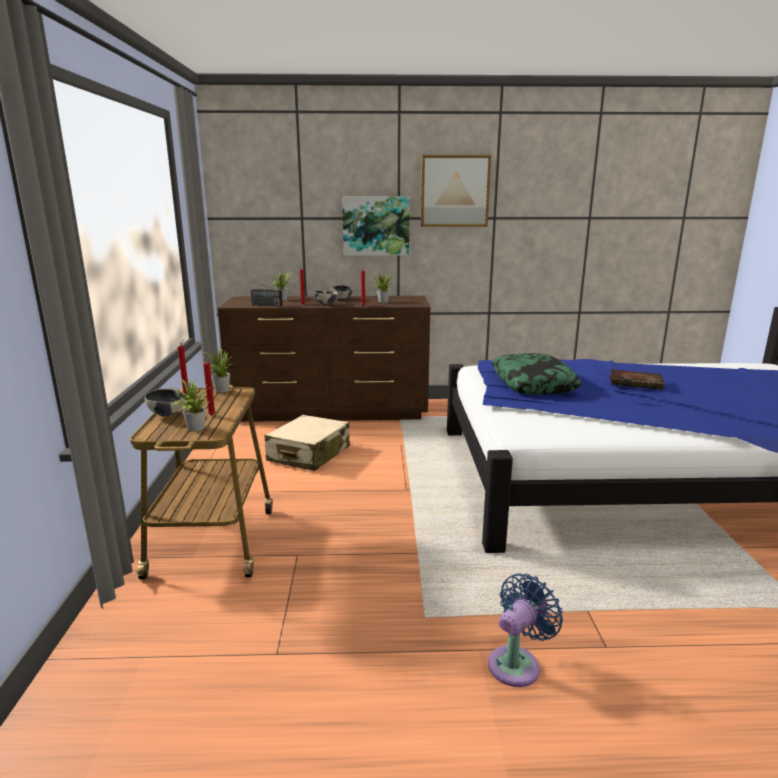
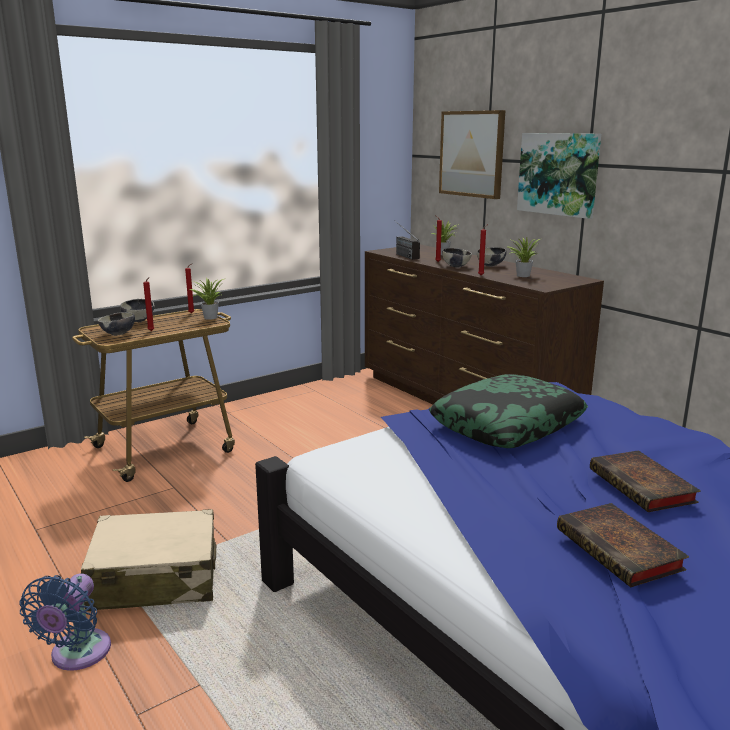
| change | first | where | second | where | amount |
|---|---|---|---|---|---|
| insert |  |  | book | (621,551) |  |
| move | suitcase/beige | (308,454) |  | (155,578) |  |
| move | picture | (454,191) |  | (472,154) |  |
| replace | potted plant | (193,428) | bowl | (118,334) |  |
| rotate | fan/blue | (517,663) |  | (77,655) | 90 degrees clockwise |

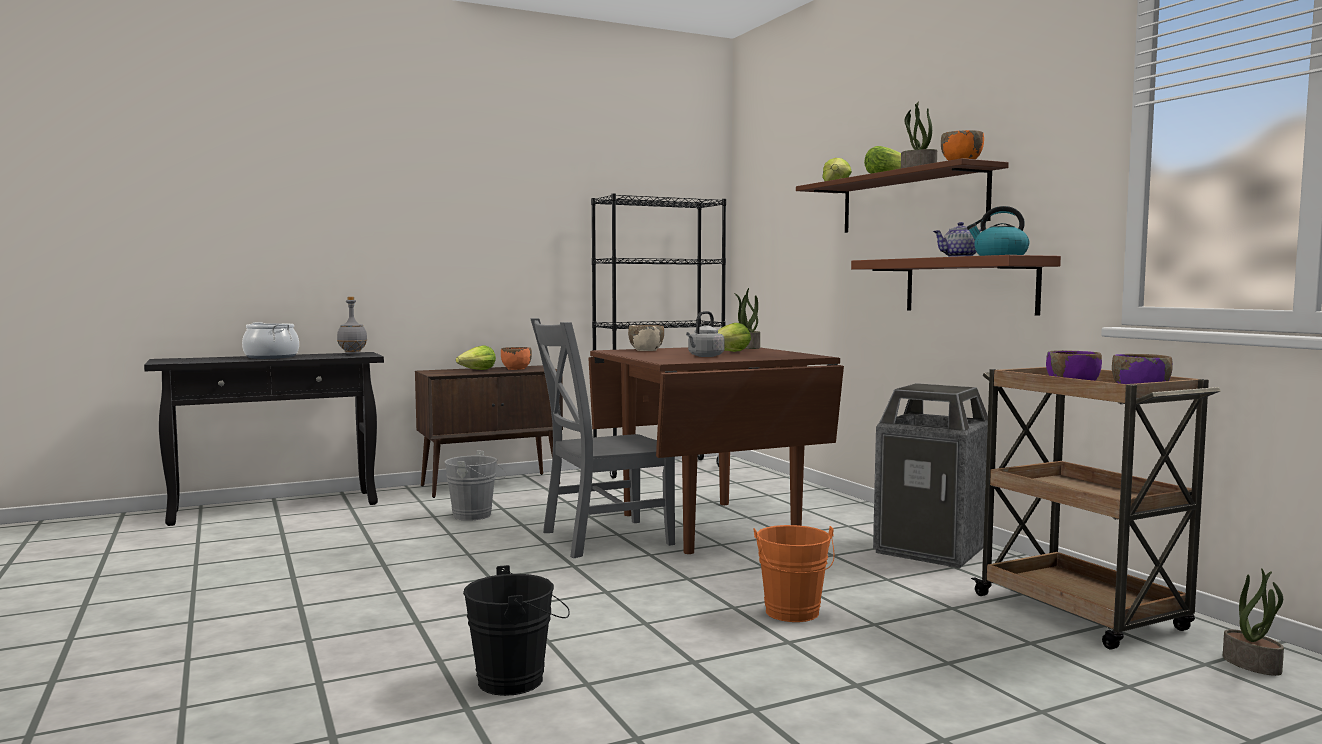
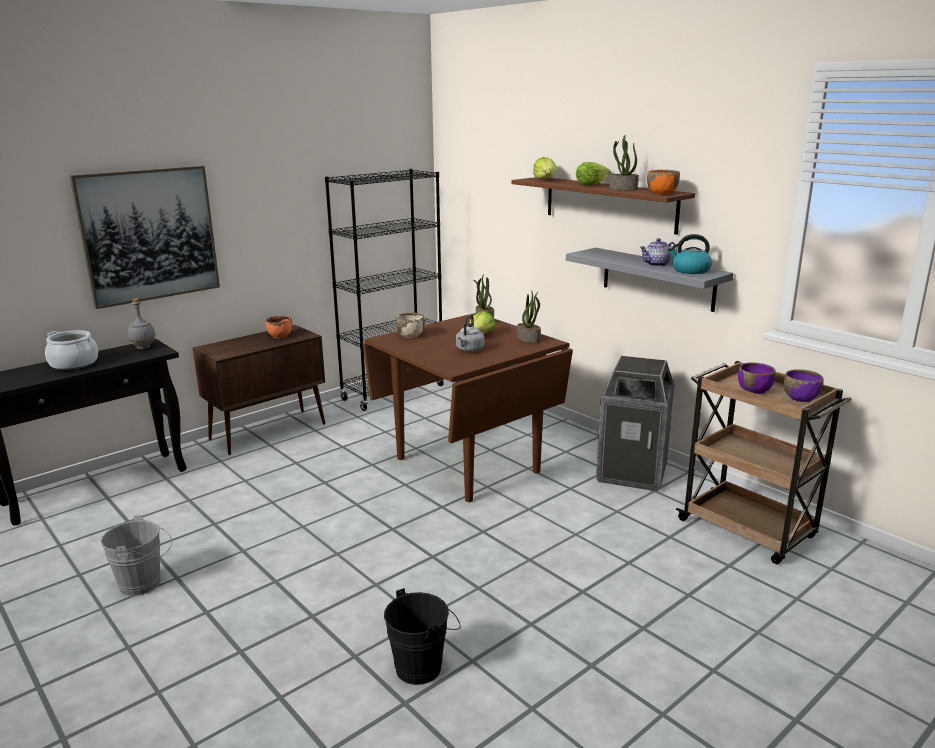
| change | first | where | second | where | amount |
|---|---|---|---|---|---|
| delete | lettuce | (477,370) |  |  |  |
| delete | chair/grey | (601,539) |  |  |  |
| delete | bucket/orange | (793,614) |  |  |  |
| insert |  |  | picture | (149,235) |  |
| move | bucket/grey | (476,515) |  | (145,584) |  |
| move | potted plant | (1253,665) |  | (529,339) |  |
| recolor | shelf/brown | (969,285) | shelf/grey | (657,279) |  |

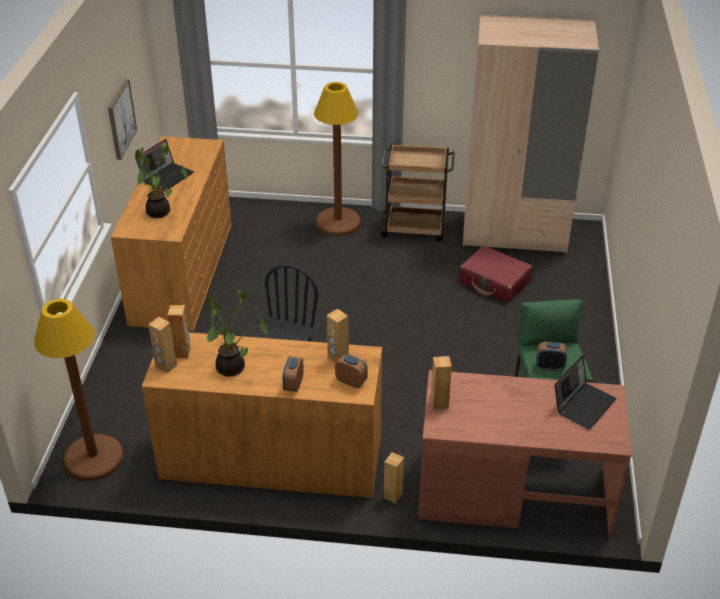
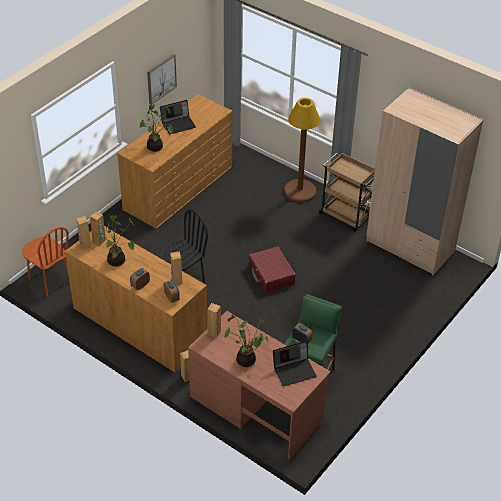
| change | first | where | second | where | amount |
|---|---|---|---|---|---|
| insert |  |  | potted plant | (246,359) |  |
| move | suitcase/red | (494,282) |  | (271,275) |  |
| replace | floor lamp/brown | (94,458) | chair/brown | (49,281) |  |

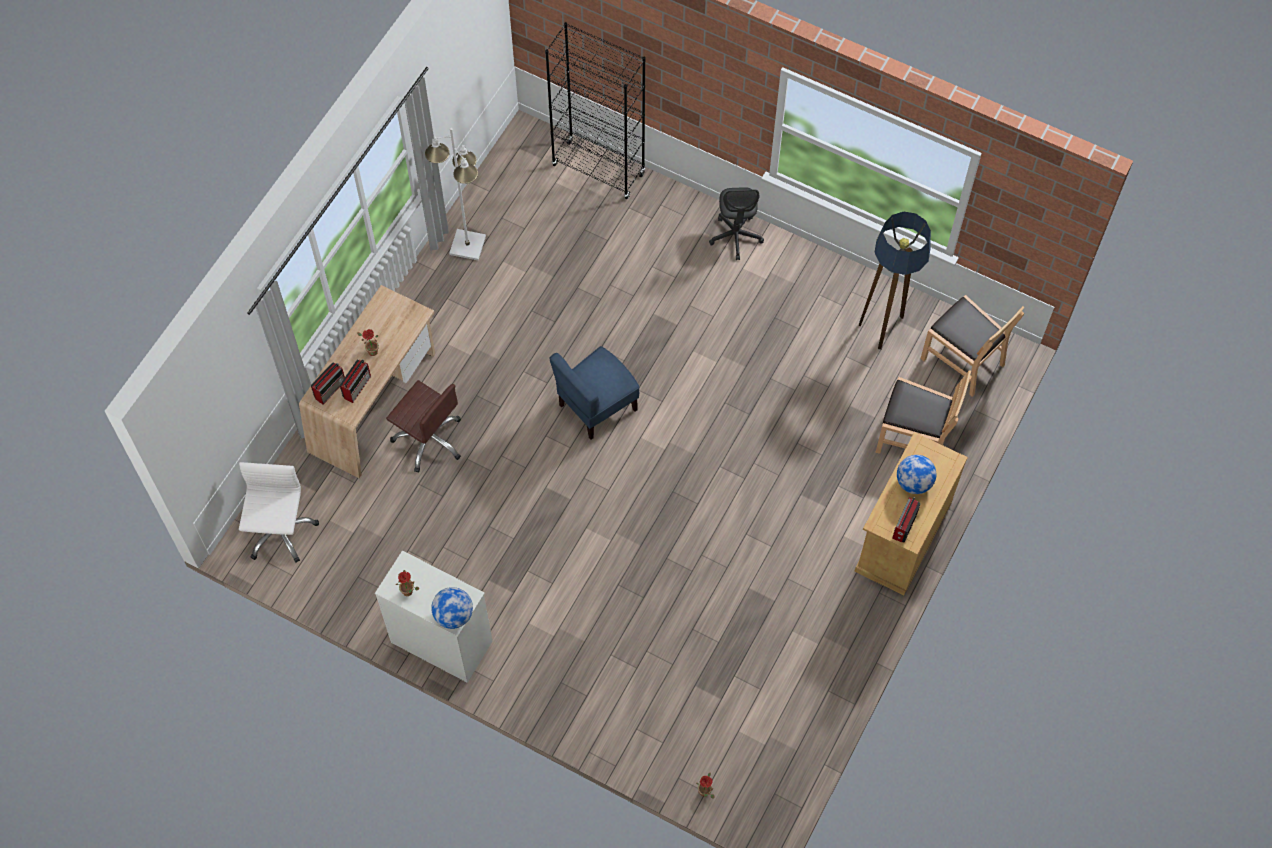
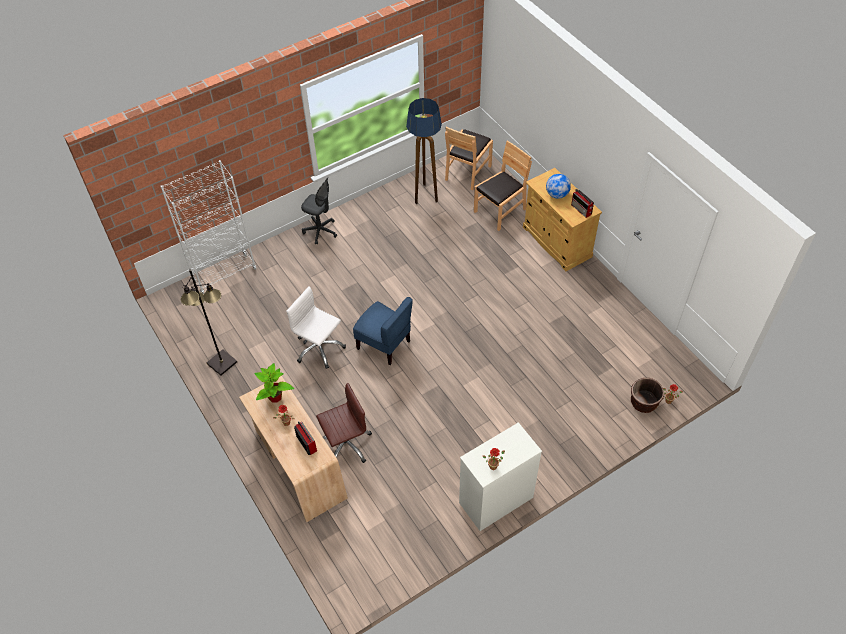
| change | first | where | second | where | amount |
|---|---|---|---|---|---|
| delete | radio | (330,389) |  |  |  |
| delete | globe | (454,615) |  |  |  |
| insert |  |  | potted plant | (275,397) |  |
| insert |  |  | planter/brown | (644,402) |  |
| move | office chair/white | (279,531) |  | (319,348) |  |
| recolor | floor lamp/white | (467,245) | floor lamp/black | (221,363) |  |
| recolor | bookcase/black | (598,170) | bookcase/white | (224,274) |  |
| rotate | chair/blue | (597,407) |  | (384,344) | 45 degrees counterclockwise |
| rotate | chair/brown | (963,360) |  | (467,172) | 135 degrees clockwise |

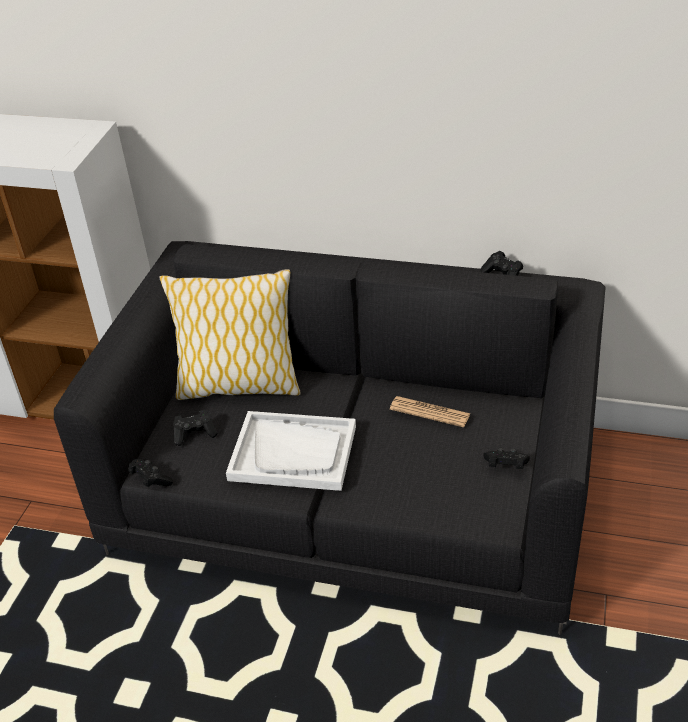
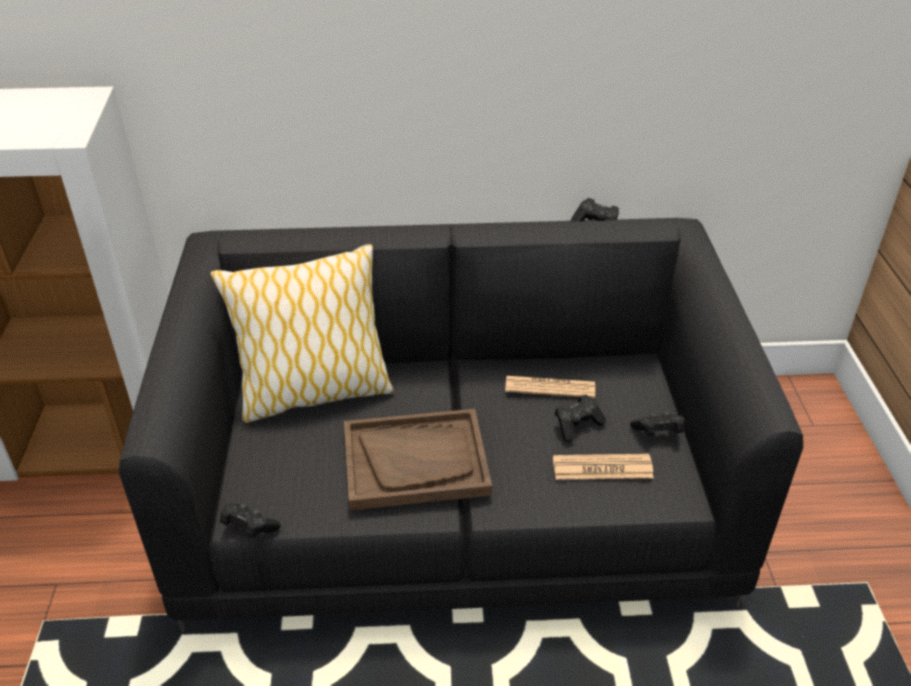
| change | first | where | second | where | amount |
|---|---|---|---|---|---|
| insert |  |  | newspaper | (602,468) |  |
| move | game controller/black | (195,434) |  | (577,425) |  |
| recolor | tray/white | (293,453) | tray/brown | (416,461) |  |

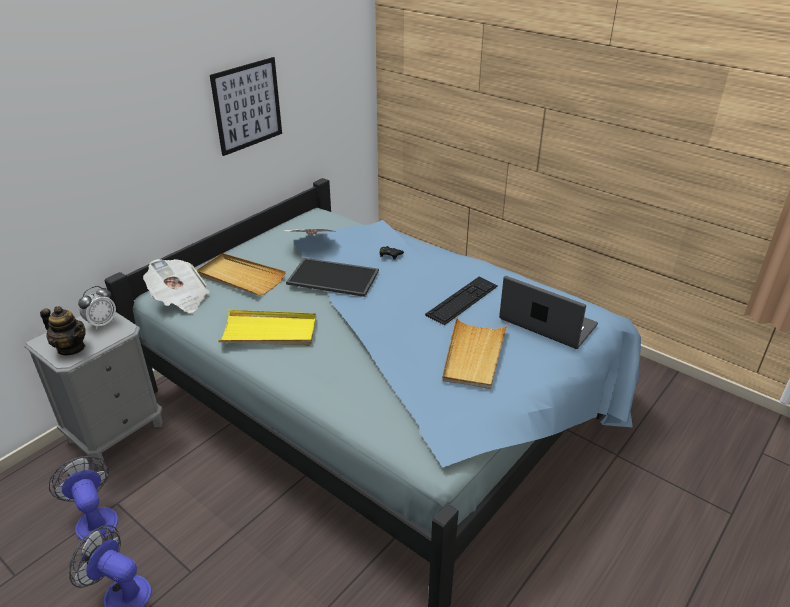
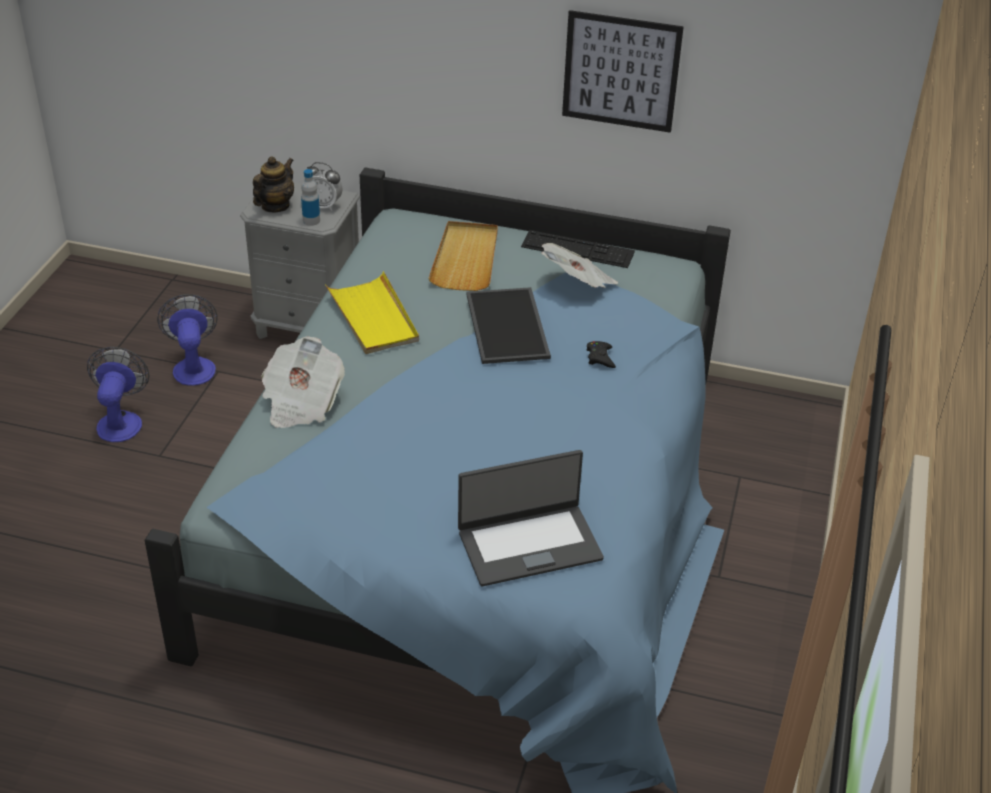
| change | first | where | second | where | amount |
|---|---|---|---|---|---|
| delete | tray/beige | (473,355) |  |  |  |
| insert |  |  | bottle | (311,220) |  |
| move | newspaper | (180,298) |  | (301,402) |  |
| move | keyboard | (462,300) |  | (577,249) |  |
| rotate | teapot | (71,348) |  | (275,206) | 150 degrees counterclockwise |
| rotate | fan | (95,519) |  | (193,366) | 45 degrees counterclockwise |
| rotate | laptop | (547,323) |  | (529,544) | 60 degrees clockwise |

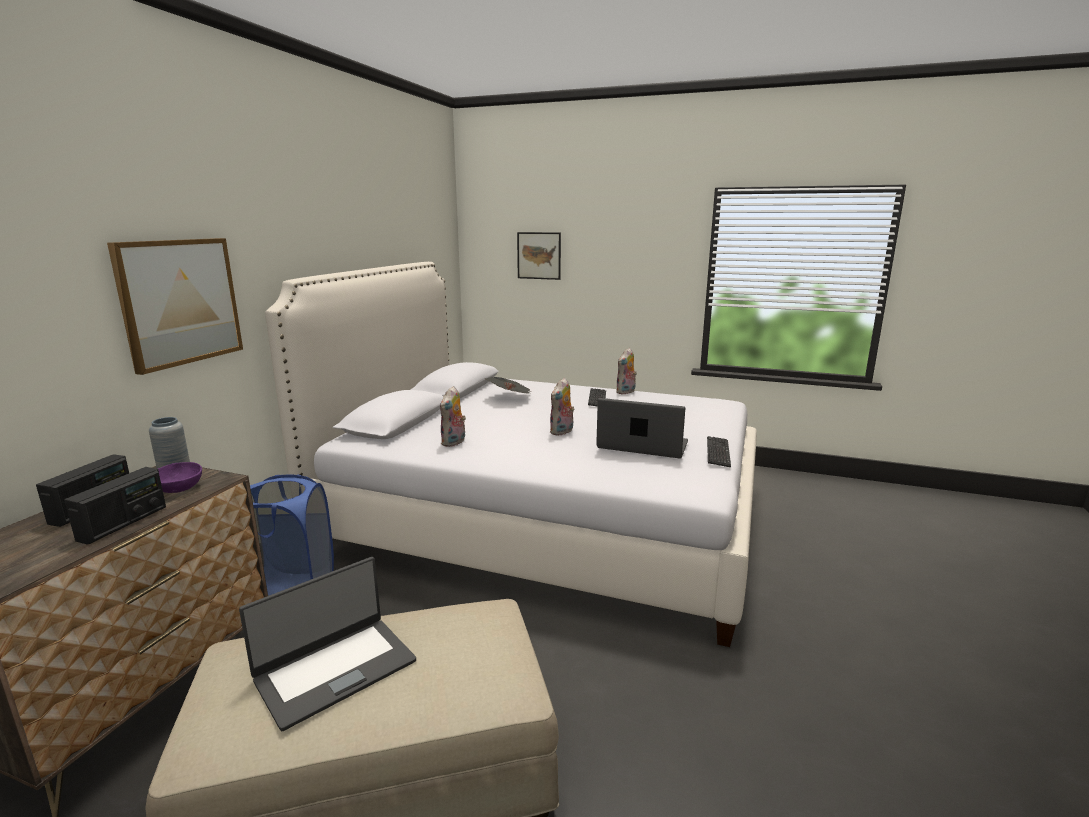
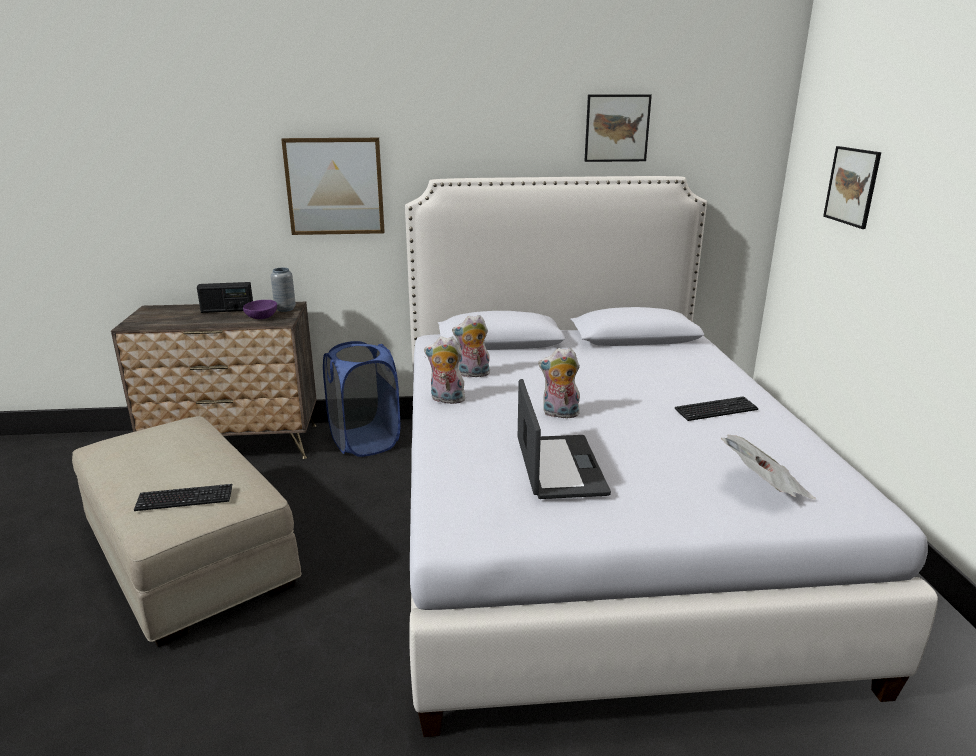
| change | first | where | second | where | amount |
|---|---|---|---|---|---|
| delete | radio | (123,523) |  |  |  |
| delete | laptop | (335,669) |  |  |  |
| insert |  |  | picture | (617,128) |  |
| move | newspaper | (510,398) |  | (764,488) |  |
| move | plush toy | (626,392) |  | (446,400) |  |
| move | keyboard | (718,453) |  | (185,499) |  |

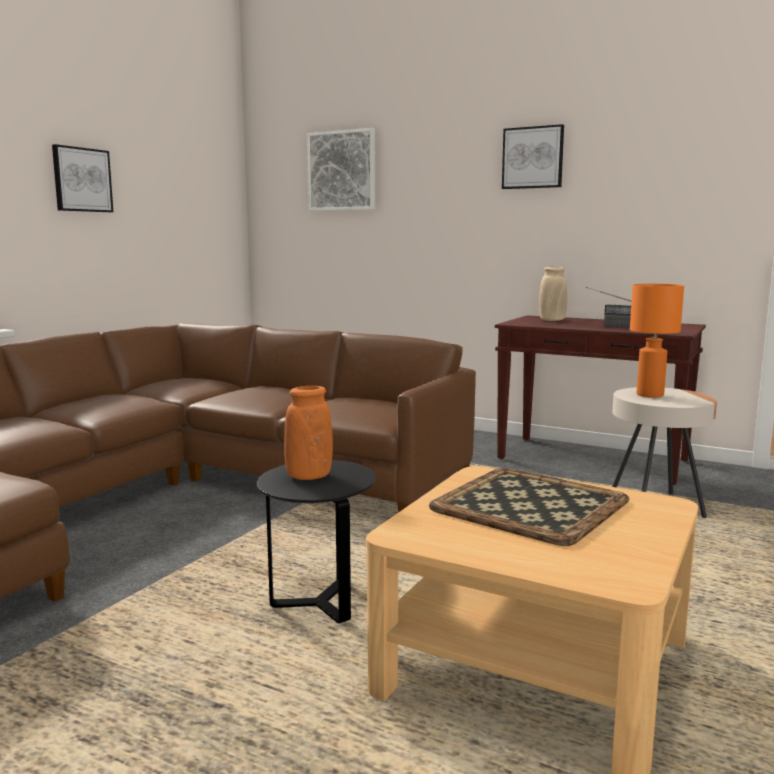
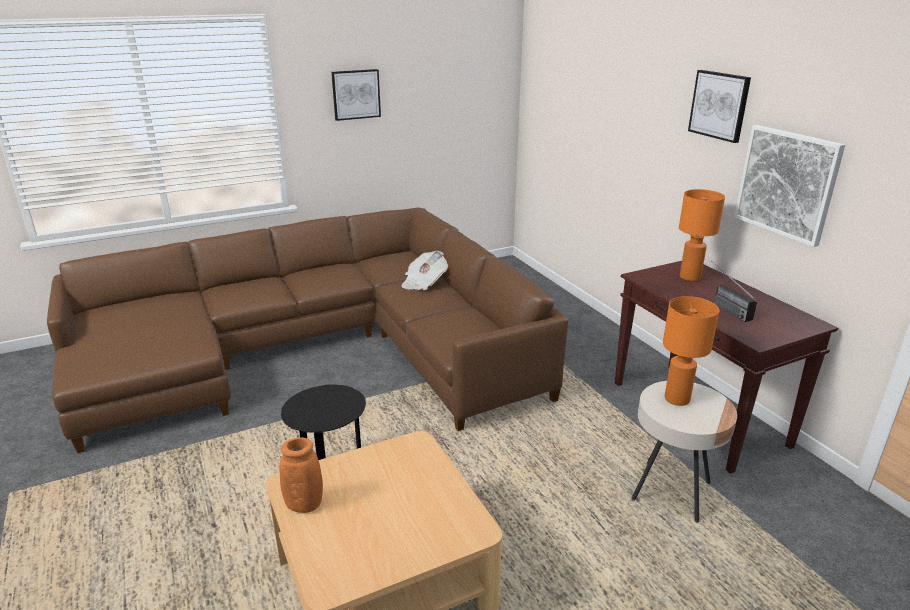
| change | first | where | second | where | amount |
|---|---|---|---|---|---|
| delete | tray | (532,505) |  |  |  |
| insert |  |  | newspaper | (424,282) |  |
| move | vase/orange | (309,476) |  | (304,504) |  |
| move | picture | (342,171) |  | (787,183) |  |
| replace | vase/beige | (552,320) | table lamp/orange | (690,277) |  |

